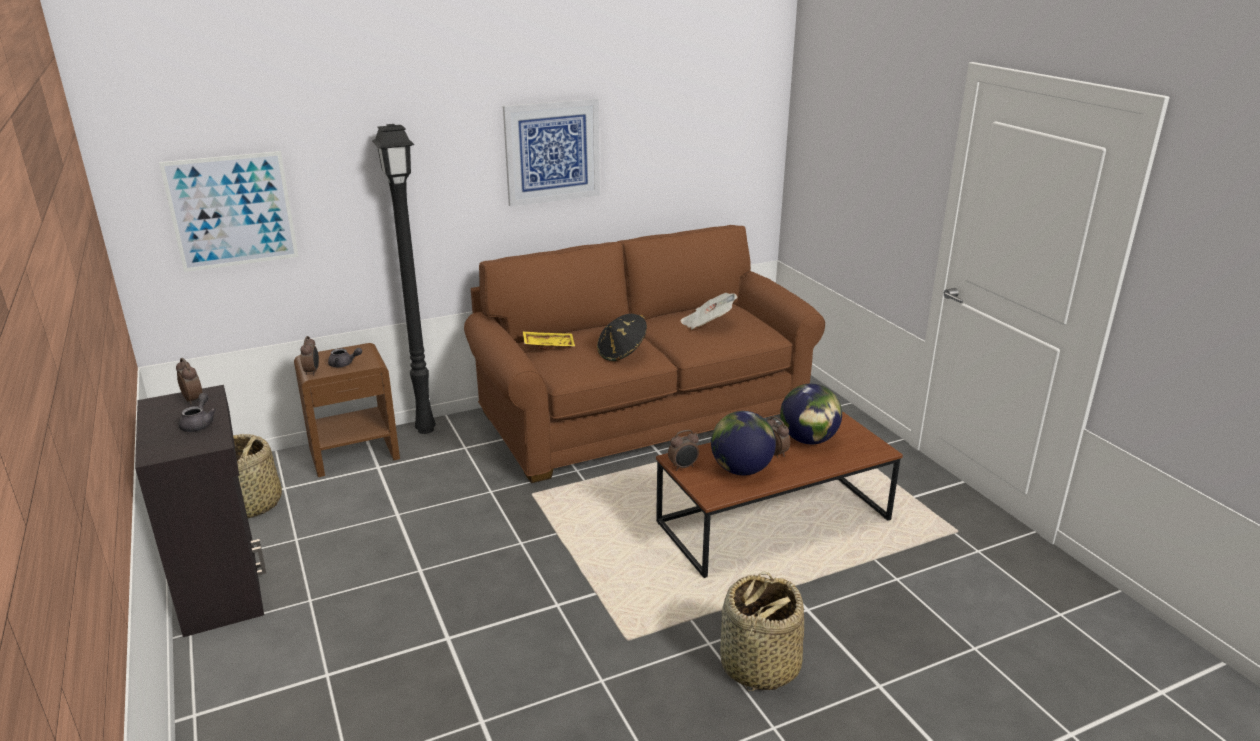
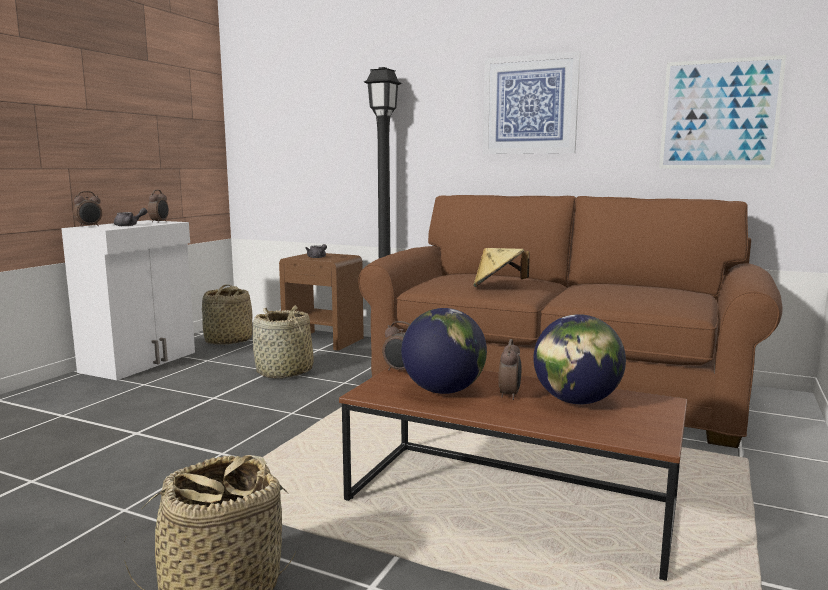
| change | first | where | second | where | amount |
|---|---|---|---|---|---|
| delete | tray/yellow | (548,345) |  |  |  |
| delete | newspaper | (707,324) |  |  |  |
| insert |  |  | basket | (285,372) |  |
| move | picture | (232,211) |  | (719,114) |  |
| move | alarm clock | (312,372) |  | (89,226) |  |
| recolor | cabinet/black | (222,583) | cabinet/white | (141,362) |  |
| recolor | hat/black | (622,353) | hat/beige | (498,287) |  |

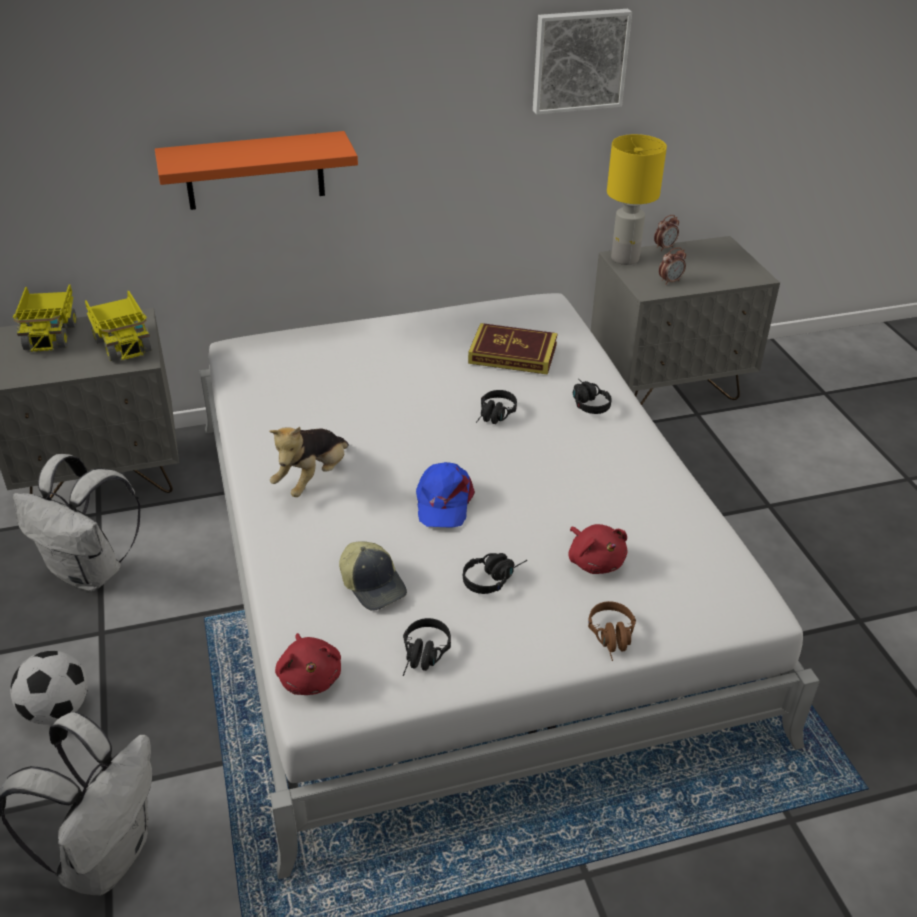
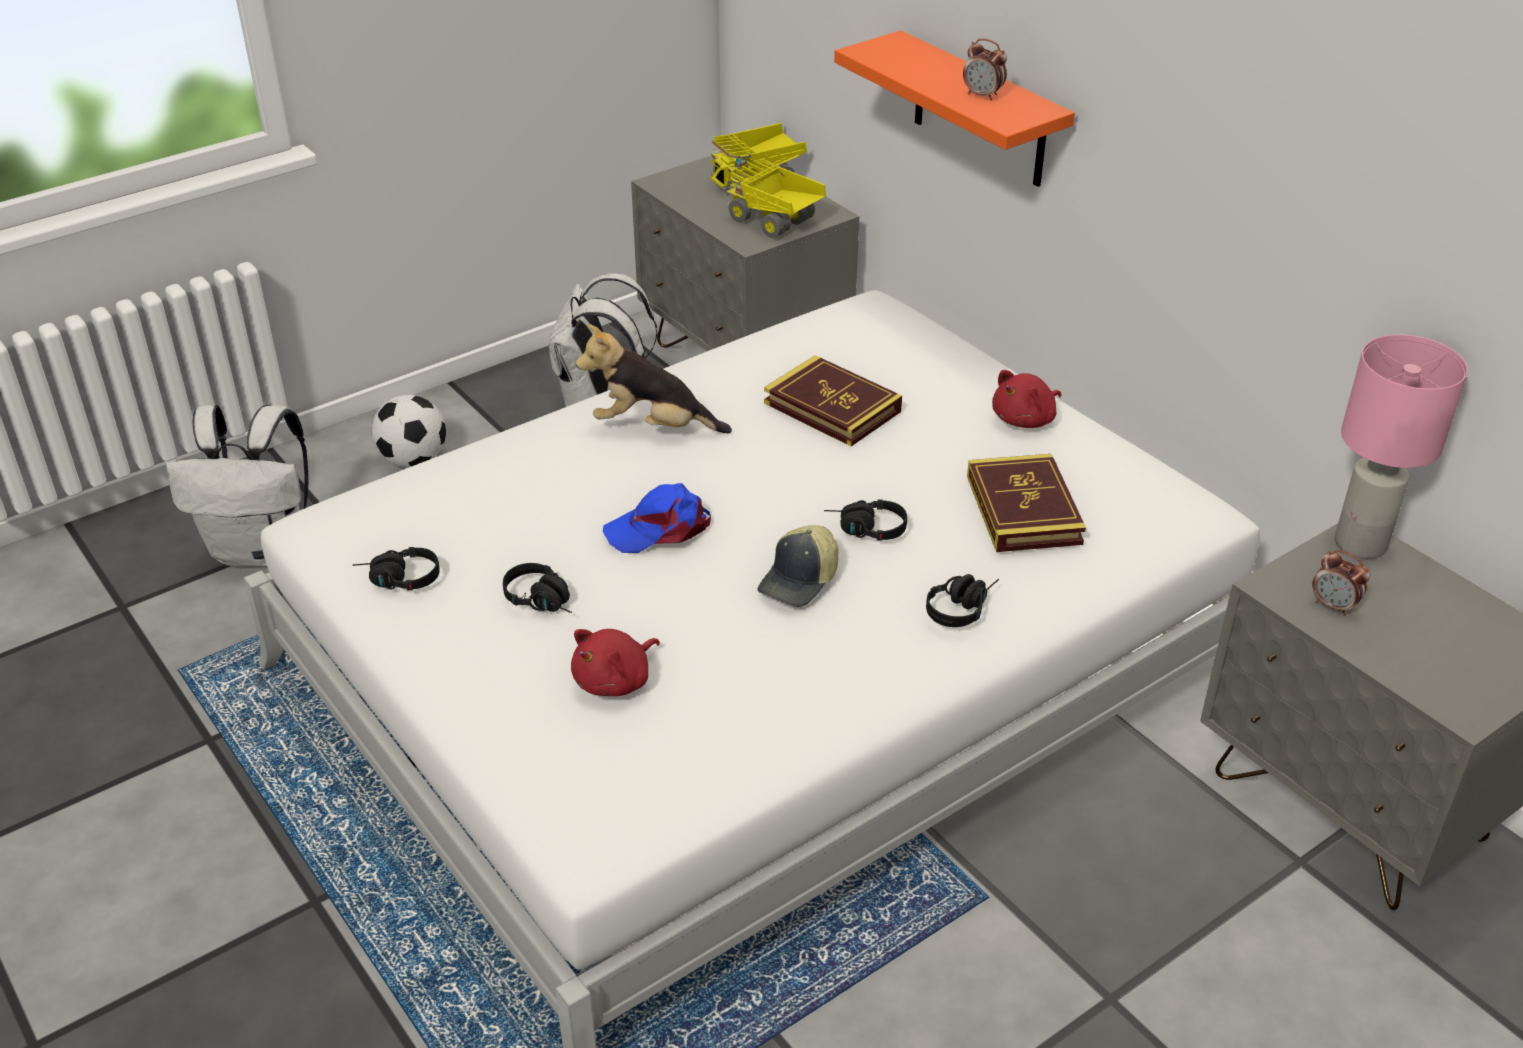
| change | first | where | second | where | amount |
|---|---|---|---|---|---|
| delete | picture | (579,60) |  |  |  |
| delete | headphones/brown | (613,640) |  |  |  |
| insert |  |  | book | (832,407) |  |
| move | plush toy/red | (310,677) |  | (1025,419) |  |
| move | cap | (373,584) |  | (800,580) |  |
| move | alarm clock | (664,247) |  | (983,95) |  |
| recolor | table lamp/yellow | (625,259) | table lamp/pink | (1360,544) |  |
| rotate | toy truck | (123,343) |  | (774,222) | 90 degrees clockwise |

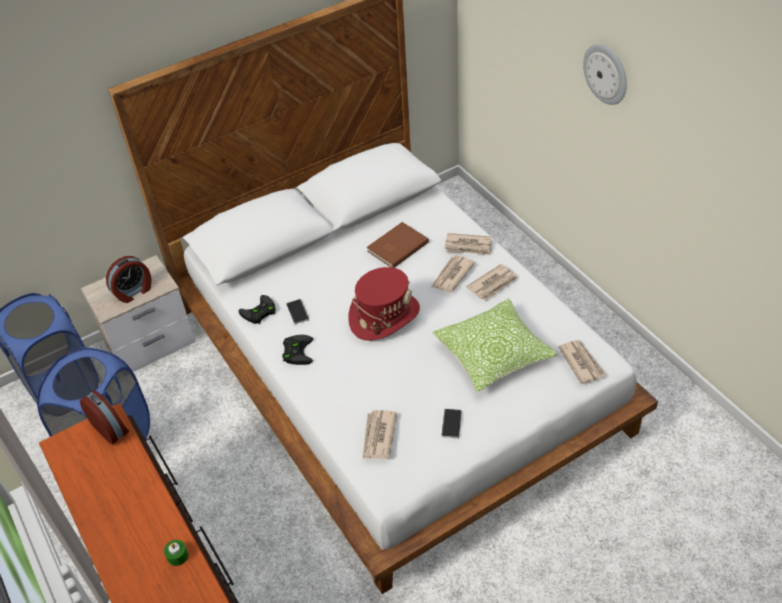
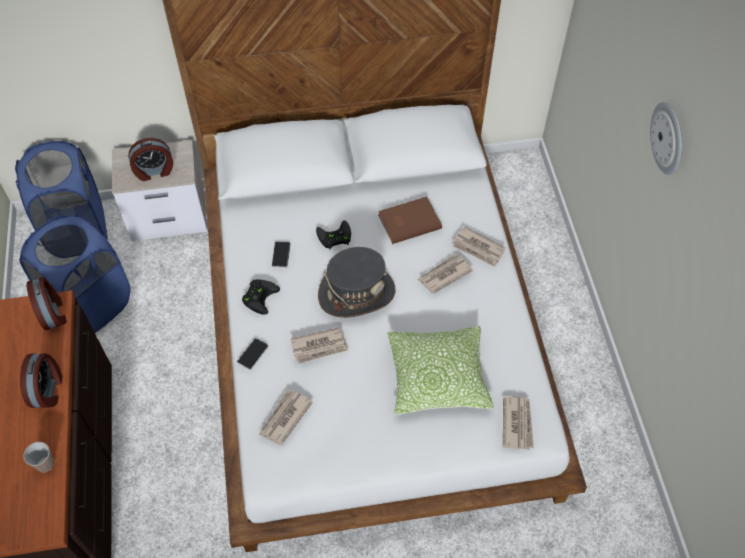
| change | first | where | second | where | amount |
|---|---|---|---|---|---|
| insert |  |  | alarm clock | (48,390) |  |
| move | game controller/black | (259,313) |  | (334,237) |  |
| move | phone | (451,424) |  | (253,354) |  |
| move | newspaper | (493,284) |  | (319,347) |  |
| replace | candle/green | (177,556) | cup | (45,464) |  |
| recolor | hat/red | (384,316) | hat/grey | (356,293) |  |

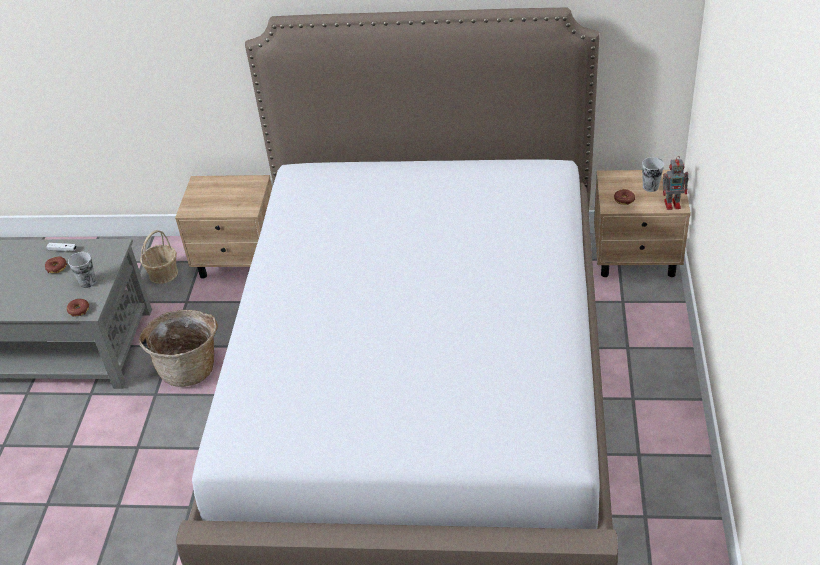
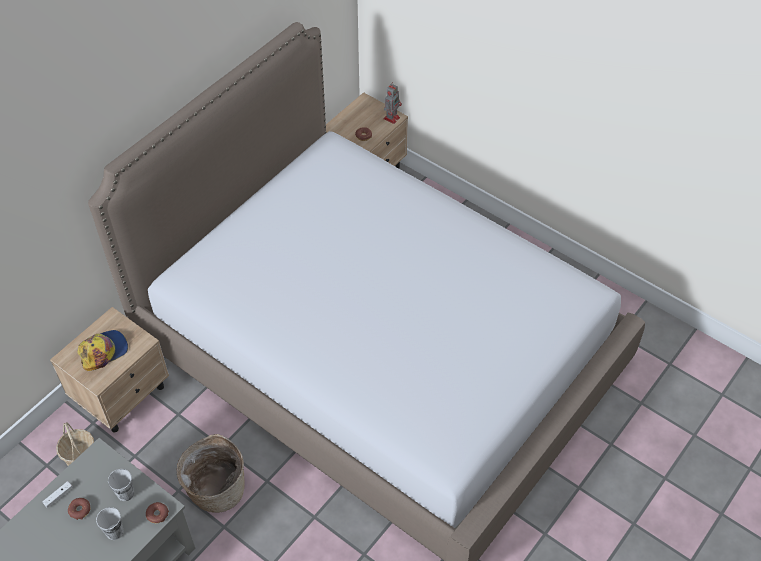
| change | first | where | second | where | amount |
|---|---|---|---|---|---|
| insert |  |  | cap | (103,351) |  |
| move | cup | (650,187) |  | (114,532) |  |

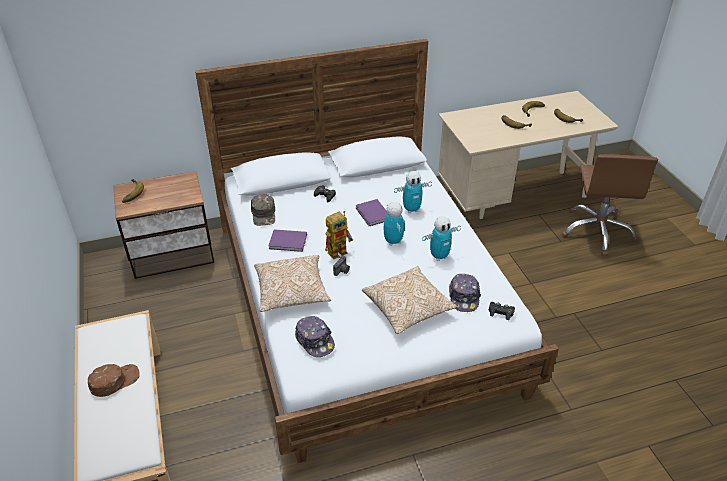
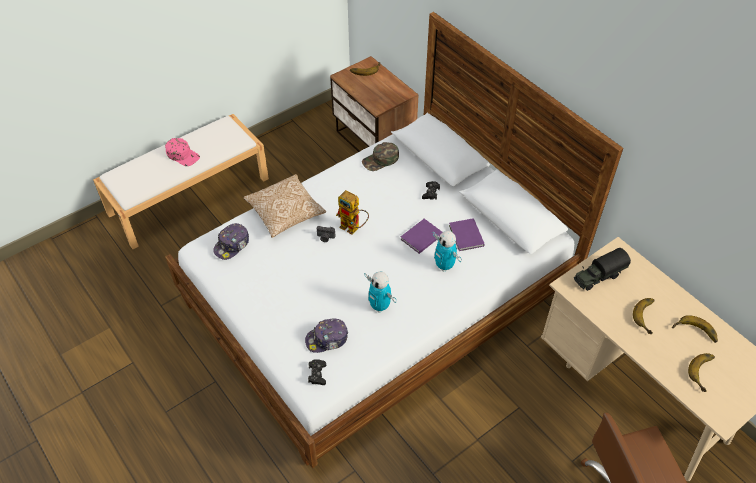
| change | first | where | second | where | amount |
|---|---|---|---|---|---|
| delete | pillow | (407,308) |  |  |  |
| delete | toy robot | (393,241) |  |  |  |
| insert |  |  | toy truck | (598,276) |  |
| move | book/purple | (289,242) |  | (466,236) |  |
| recolor | cap/brown | (114,380) | cap/pink | (183,155) |  |

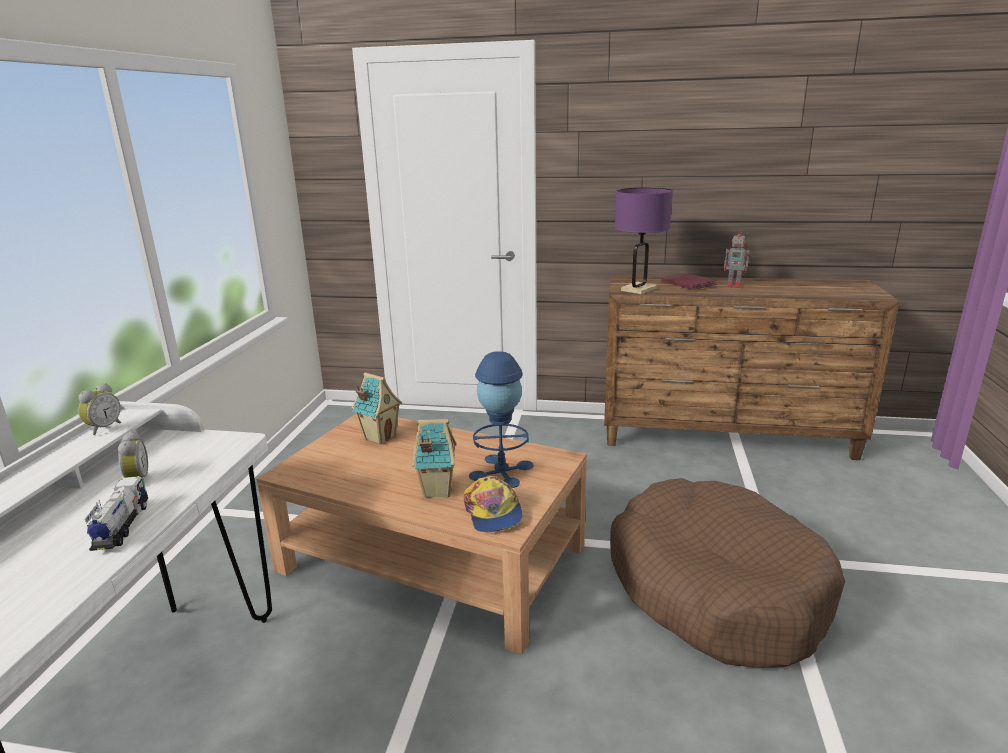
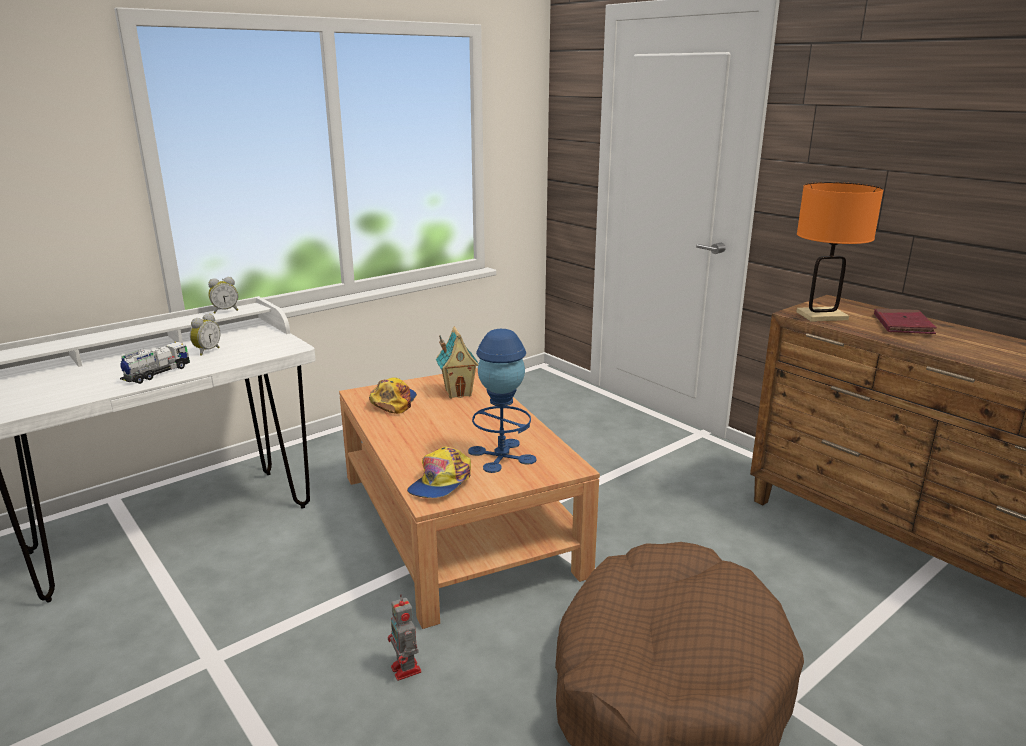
| change | first | where | second | where | amount |
|---|---|---|---|---|---|
| delete | toy house | (436,490) |  |  |  |
| insert |  |  | cap | (393,401) |  |
| move | toy robot | (734,285) |  | (406,670) |  |
| recolor | table lamp/purple | (638,289) | table lamp/orange | (822,316) |  |

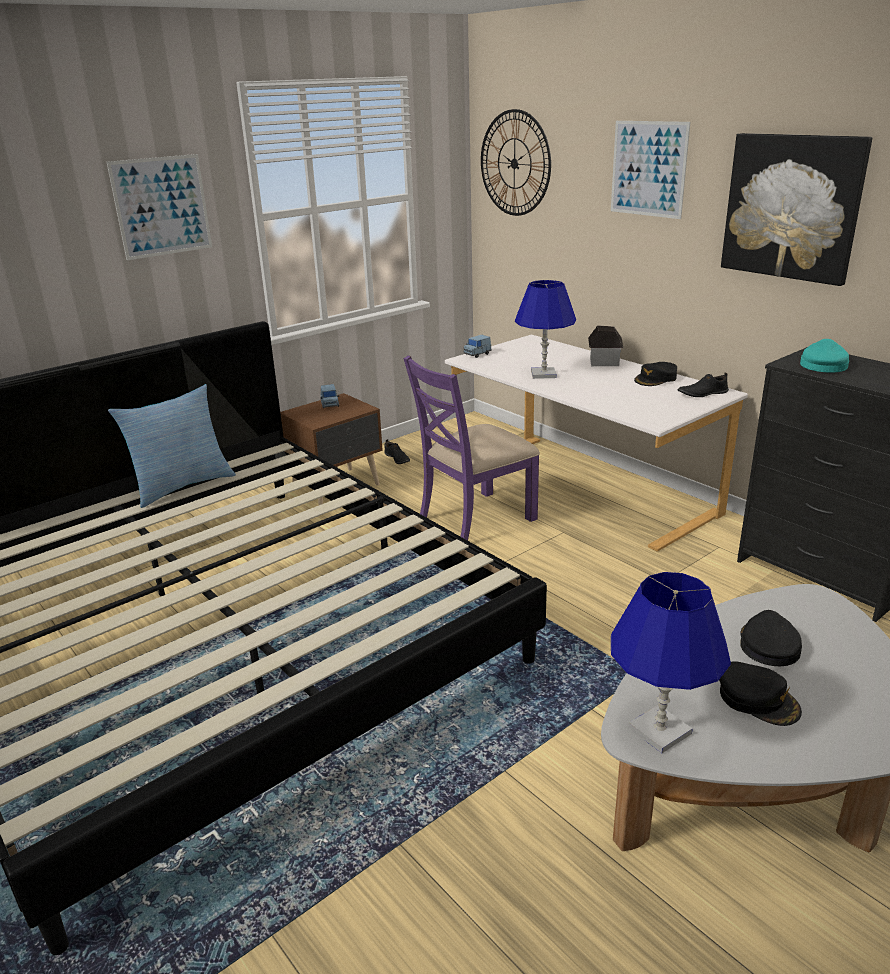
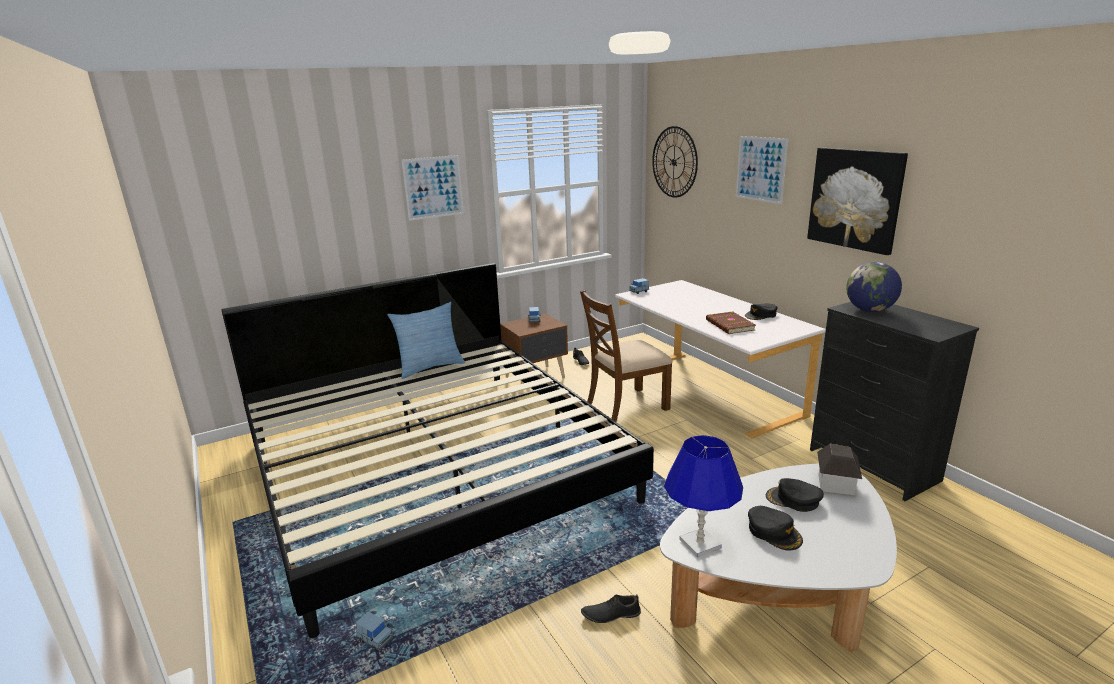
| change | first | where | second | where | amount |
|---|---|---|---|---|---|
| delete | table lamp/blue | (543,374) |  |  |  |
| insert |  |  | toy car/blue | (375,639) |  |
| insert |  |  | book/brown | (729,325) |  |
| move | toy house | (604,362) |  | (836,484) |  |
| move | shoe/black | (702,393) |  | (610,614) |  |
| replace | cap/turquoise | (823,365) | globe | (870,310) |  |
| recolor | chair/purple | (475,518) | chair/brown | (626,405) |  |
| rotate | cap/black | (768,645) |  | (793,500) | 90 degrees counterclockwise |

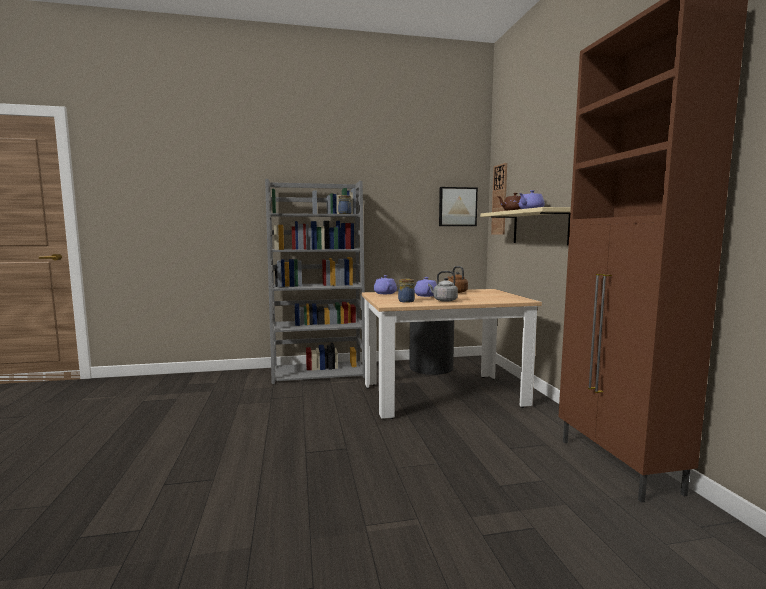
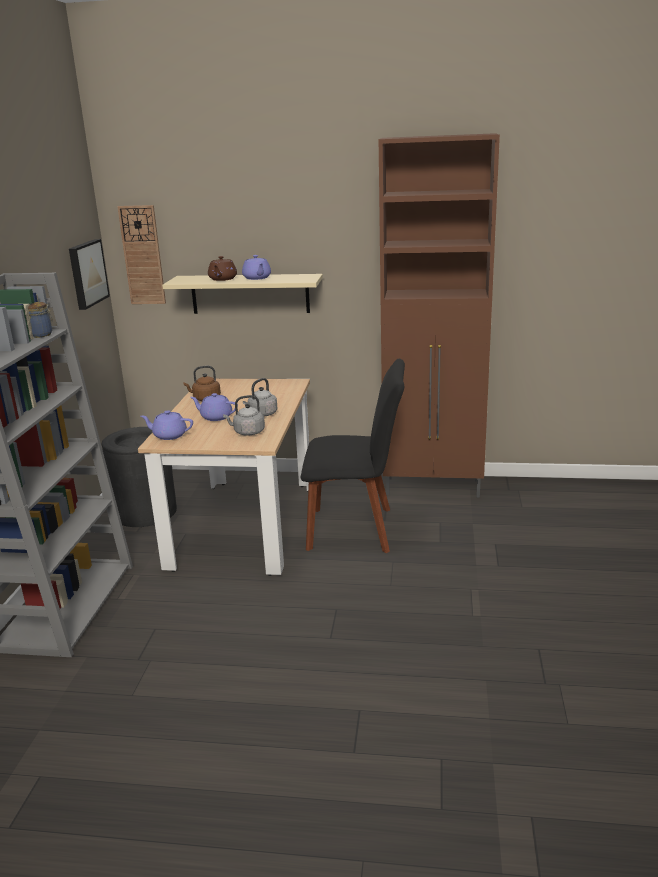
| change | first | where | second | where | amount |
|---|---|---|---|---|---|
| insert |  |  | chair/black | (356,529) |  |
| replace | jar | (405,301) | kettle/grey | (247,432) |  |

